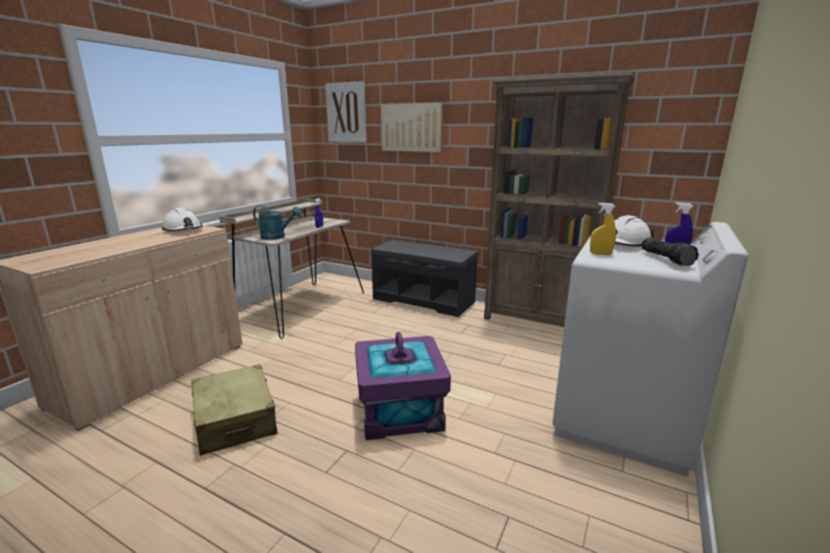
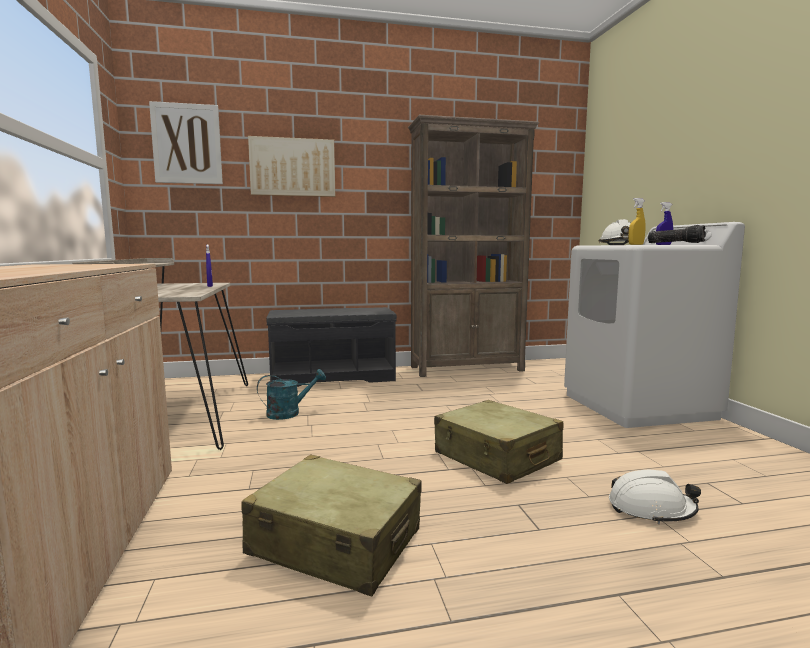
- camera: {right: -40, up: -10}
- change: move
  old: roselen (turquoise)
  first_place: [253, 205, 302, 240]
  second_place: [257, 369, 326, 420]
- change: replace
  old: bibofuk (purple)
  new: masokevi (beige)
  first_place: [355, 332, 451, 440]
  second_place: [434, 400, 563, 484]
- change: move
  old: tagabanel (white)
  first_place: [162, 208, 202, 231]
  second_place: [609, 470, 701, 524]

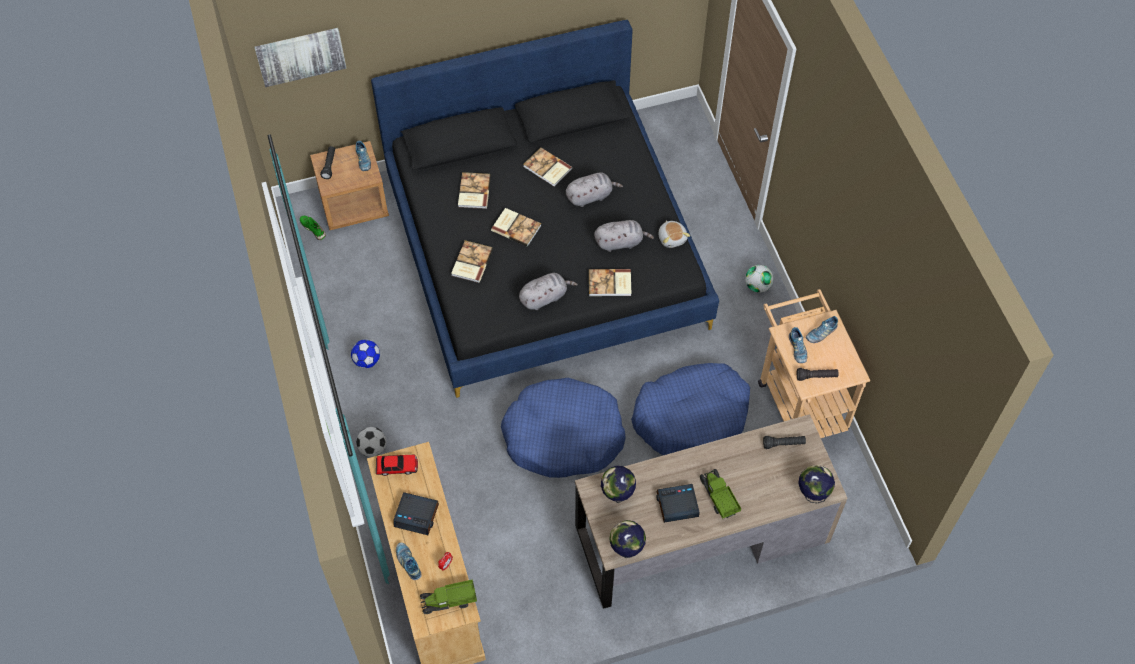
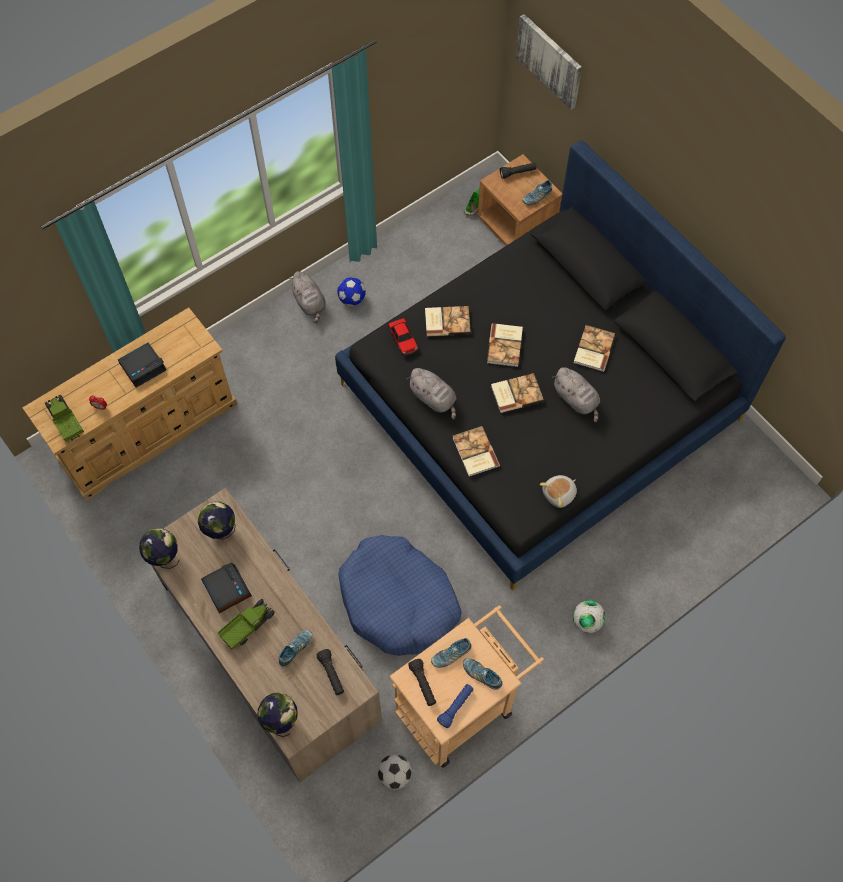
- camera: {right: 70, up: 5}
- change: rotate
  old: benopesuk
  first_place: [393, 492, 439, 535]
  second_place: [118, 342, 166, 388]
  degrees: -120
- change: move
  old: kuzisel
  first_place: [396, 543, 422, 580]
  second_place: [279, 630, 313, 667]
- change: move
  old: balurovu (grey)
  first_place: [594, 220, 654, 252]
  second_place: [289, 271, 326, 323]
- change: move
  old: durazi
  first_place: [356, 427, 386, 457]
  second_place: [378, 754, 412, 790]
- change: move
  old: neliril
  first_place: [376, 455, 418, 476]
  second_place: [388, 318, 418, 356]
- change: insert
  new: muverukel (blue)
  second_place: [437, 684, 474, 728]
- change: move
  old: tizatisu
  first_place: [458, 172, 491, 209]
  second_place: [491, 373, 544, 413]
- change: delete
  old: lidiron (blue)
  first_place: [501, 378, 626, 478]

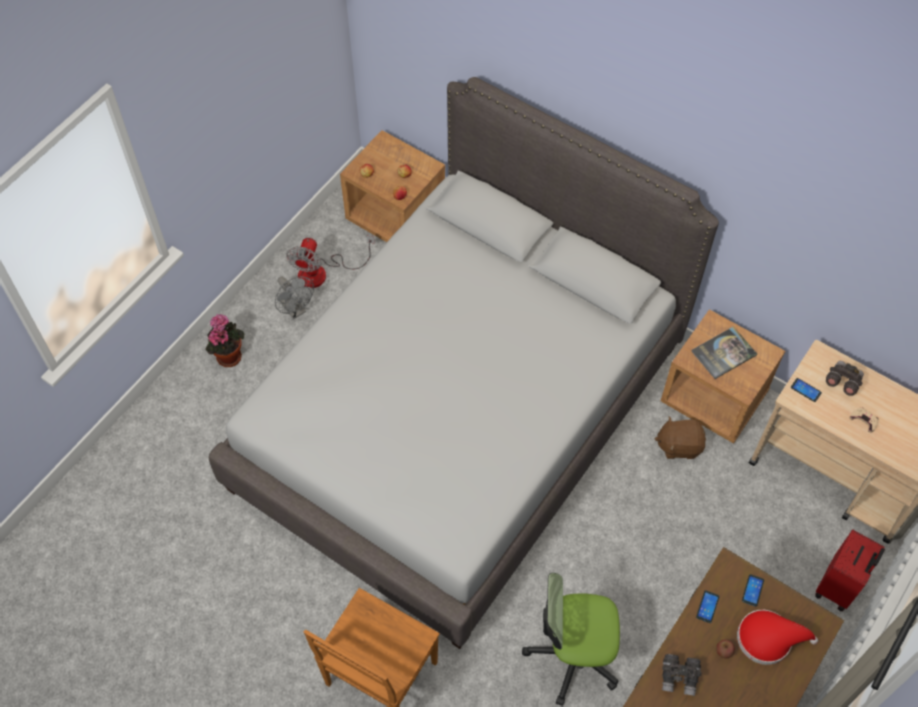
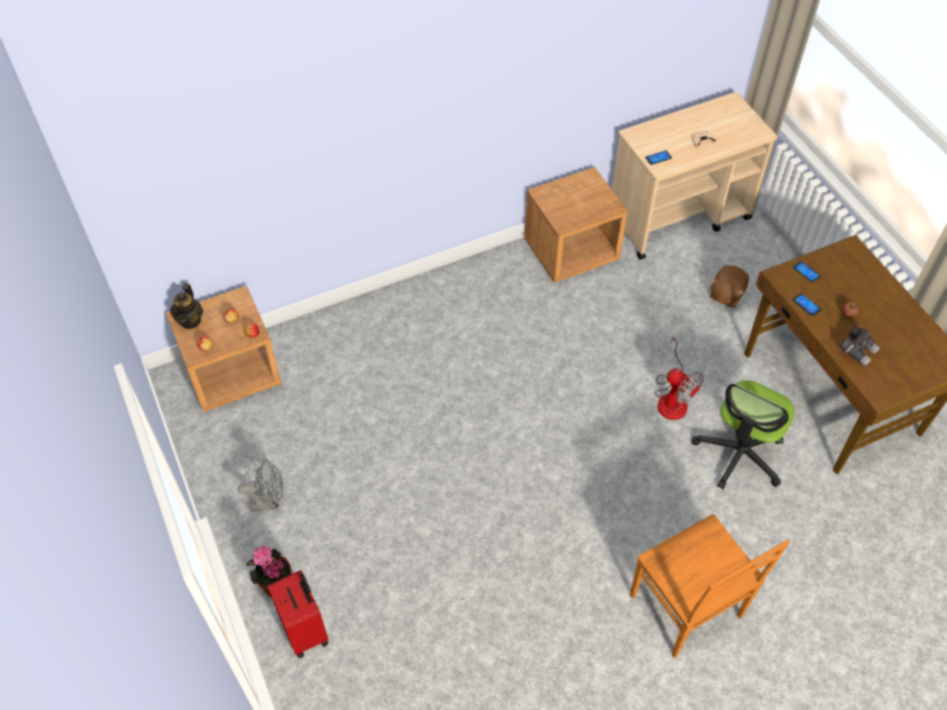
- camera: {right: -60, up: -5}
- change: insert
  new: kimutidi
  second_place: [170, 284, 203, 329]
- change: move
  old: masokevi (red)
  first_place: [815, 530, 885, 612]
  second_place: [267, 570, 328, 658]
- change: move
  old: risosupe
  first_place: [286, 236, 374, 288]
  second_place: [655, 333, 704, 420]
- change: move
  old: balurovu (brown)
  first_place: [655, 416, 706, 459]
  second_place: [710, 265, 749, 308]
- change: delete
  old: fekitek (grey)
  first_place: [209, 77, 719, 649]
- change: delete
  old: tizatisu
  first_place: [691, 327, 757, 379]
- change: delete
  old: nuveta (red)
  first_place: [737, 610, 818, 665]
- change: delete
  old: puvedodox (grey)
  first_place: [826, 361, 864, 396]

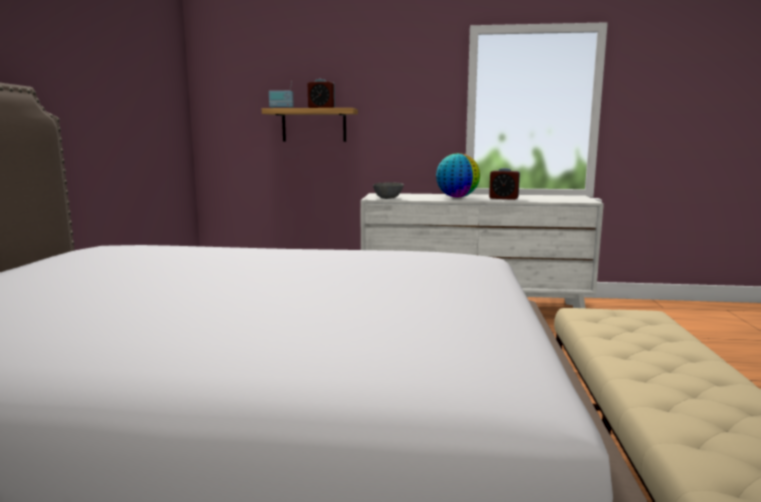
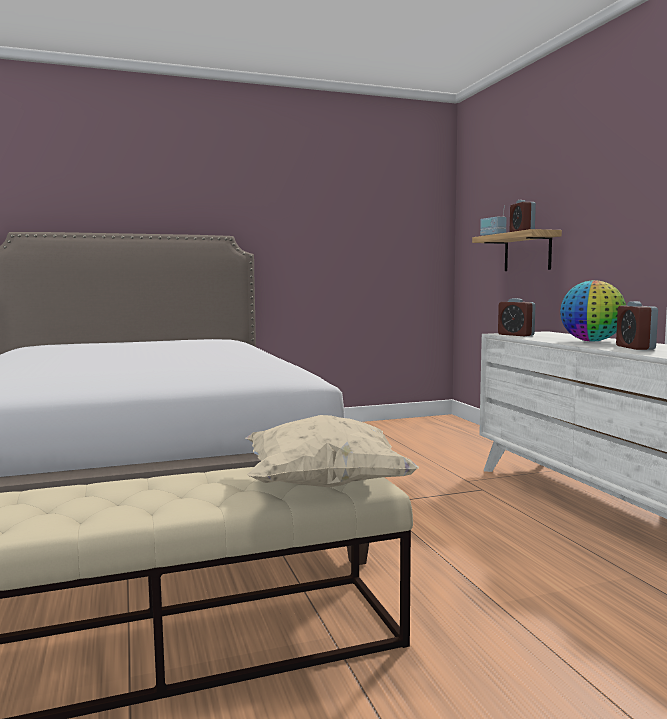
- camera: {right: 65, up: -5}
- change: insert
  new: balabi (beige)
  second_place: [245, 415, 419, 487]
- change: replace
  old: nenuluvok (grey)
  new: benopesuk
  first_place: [373, 182, 404, 199]
  second_place: [498, 298, 536, 336]

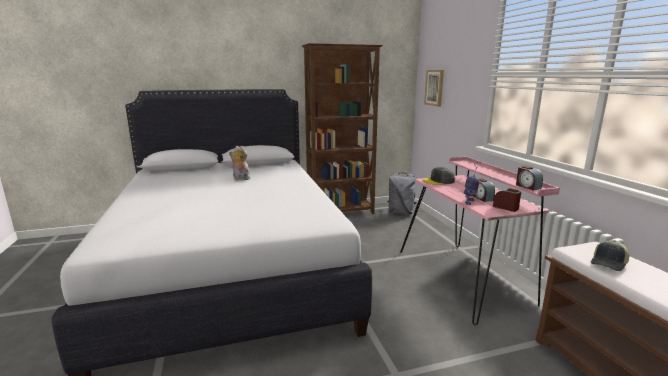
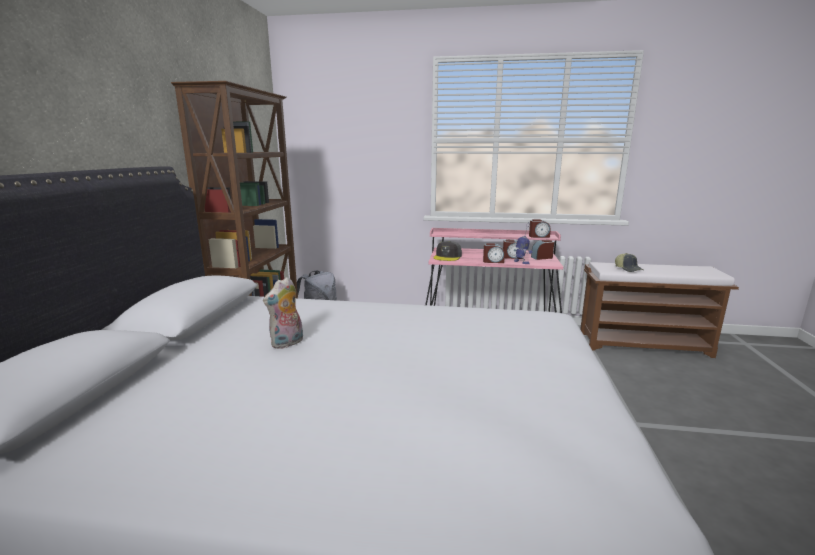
- camera: {right: -65, up: 0}
- change: insert
  new: benopesuk
  second_place: [483, 243, 505, 263]
- change: delete
  old: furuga
  first_place: [424, 70, 444, 106]

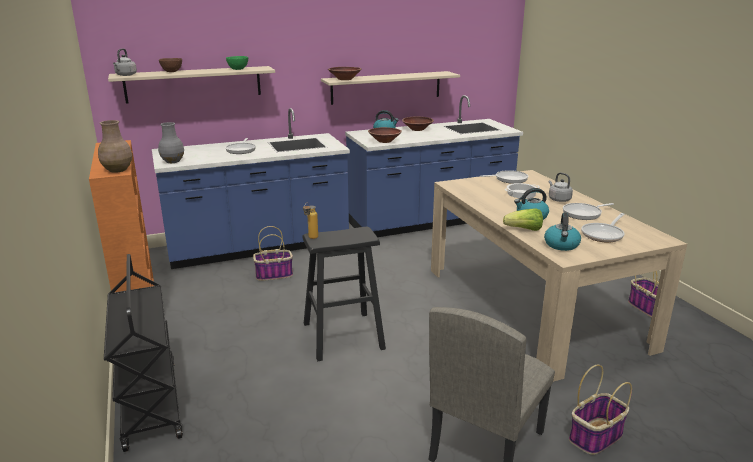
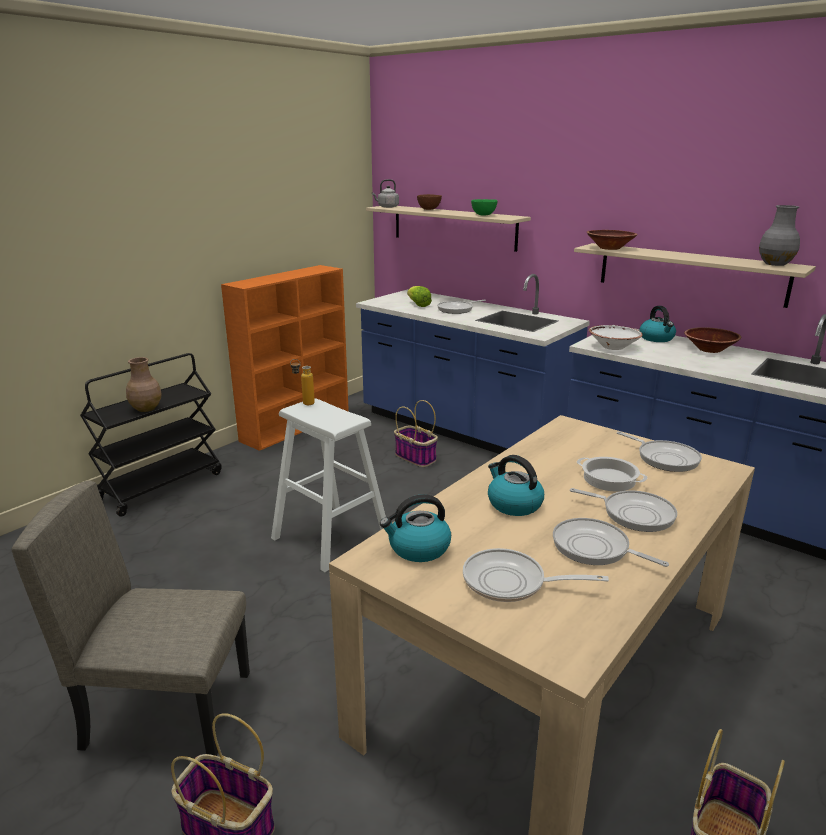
- camera: {right: 60, up: 0}
- change: move
  old: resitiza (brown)
  first_place: [98, 120, 132, 173]
  second_place: [126, 357, 162, 412]
- change: recolor
  old: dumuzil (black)
  new: dumuzil (white)
  first_place: [303, 227, 386, 361]
  second_place: [271, 398, 386, 572]
- change: move
  old: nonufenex
  first_place: [503, 208, 543, 231]
  second_place: [407, 286, 432, 307]
- change: replace
  old: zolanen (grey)
  new: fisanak
  first_place: [549, 172, 573, 202]
  second_place: [570, 488, 677, 532]
- change: recolor
  old: nenuluvok (brown)
  new: nenuluvok (white)
  first_place: [368, 127, 402, 143]
  second_place: [589, 325, 643, 350]
- change: move
  old: resitiza (grey)
  first_place: [158, 122, 184, 163]
  second_place: [759, 205, 800, 266]

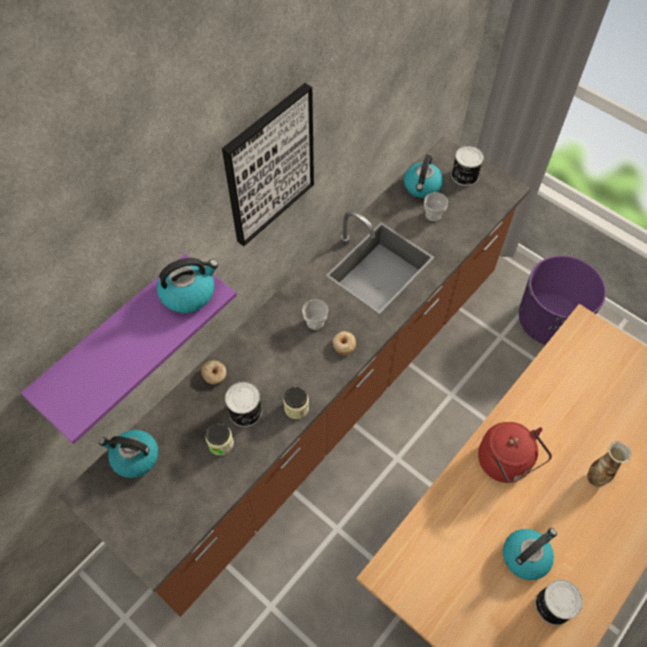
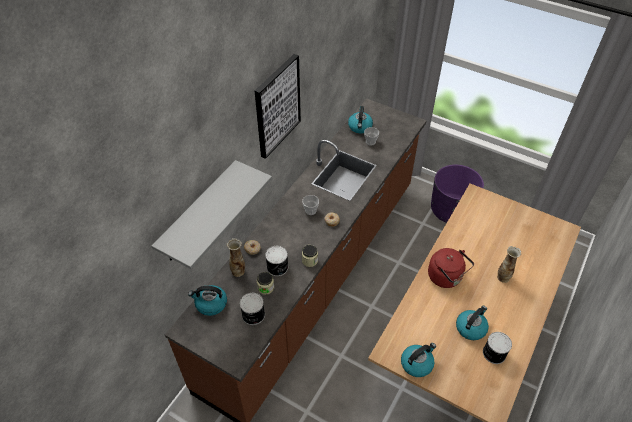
- camera: {right: -10, up: -10}
- change: recolor
  old: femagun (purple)
  new: femagun (grey)
  first_place: [21, 254, 237, 444]
  second_place: [151, 160, 272, 269]
- change: insert
  new: resitiza
  second_place: [227, 238, 245, 277]
- change: move
  old: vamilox
  first_place: [451, 146, 484, 186]
  second_place: [240, 293, 265, 325]
- change: move
  old: zolanen
  first_place: [157, 258, 219, 313]
  second_place: [401, 343, 436, 377]

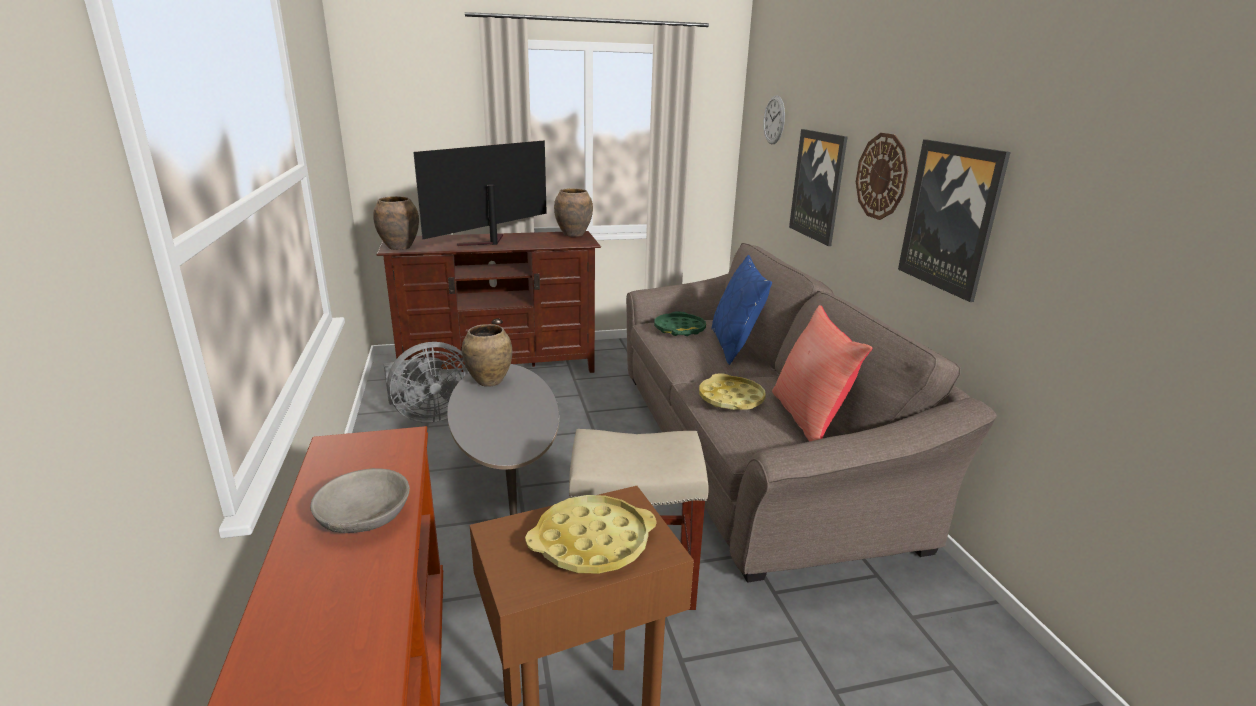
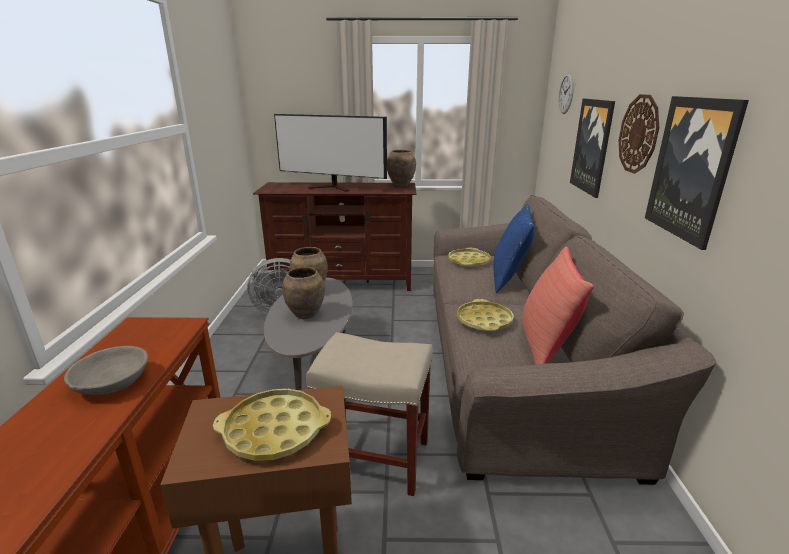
- camera: {right: 15, up: 0}
- change: rotate
  old: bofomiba
  first_place: [414, 140, 547, 246]
  second_place: [274, 114, 387, 192]
  degrees: -120
- change: move
  old: resitiza (brown)
  first_place: [373, 196, 419, 250]
  second_place: [282, 267, 325, 319]
- change: recolor
  old: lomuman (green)
  new: lomuman (yellow)
  first_place: [654, 311, 706, 336]
  second_place: [448, 248, 491, 267]

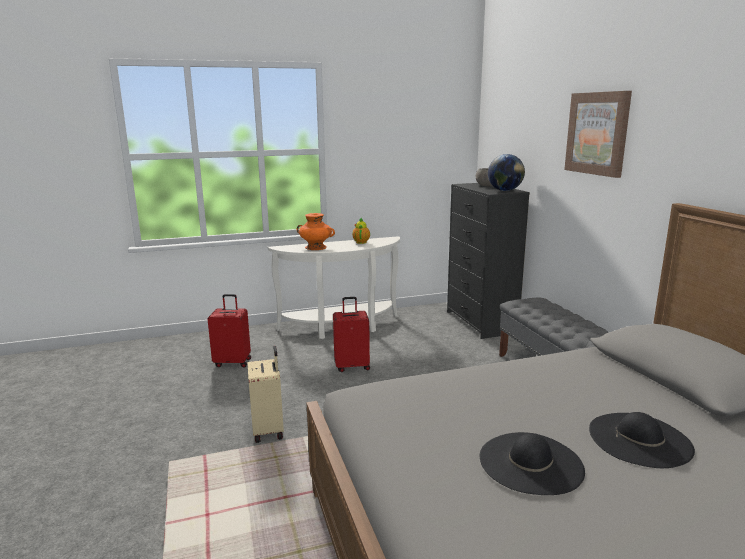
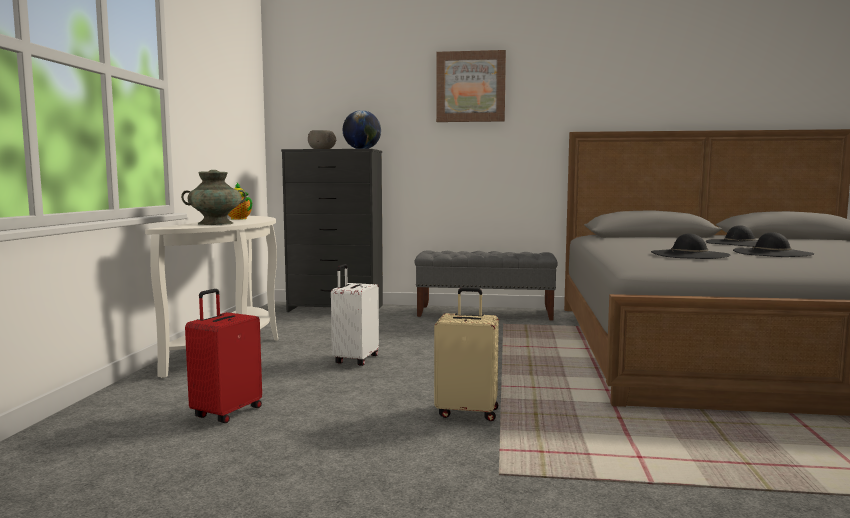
- camera: {right: -65, up: -10}
- change: recolor
  old: resitiza (orange)
  new: resitiza (turquoise)
  first_place: [297, 213, 335, 250]
  second_place: [181, 170, 246, 225]
- change: recolor
  old: masokevi (red)
  new: masokevi (white)
  first_place: [333, 297, 370, 372]
  second_place: [331, 264, 379, 366]
- change: insert
  new: nuveta (black)
  second_place: [651, 233, 730, 259]

